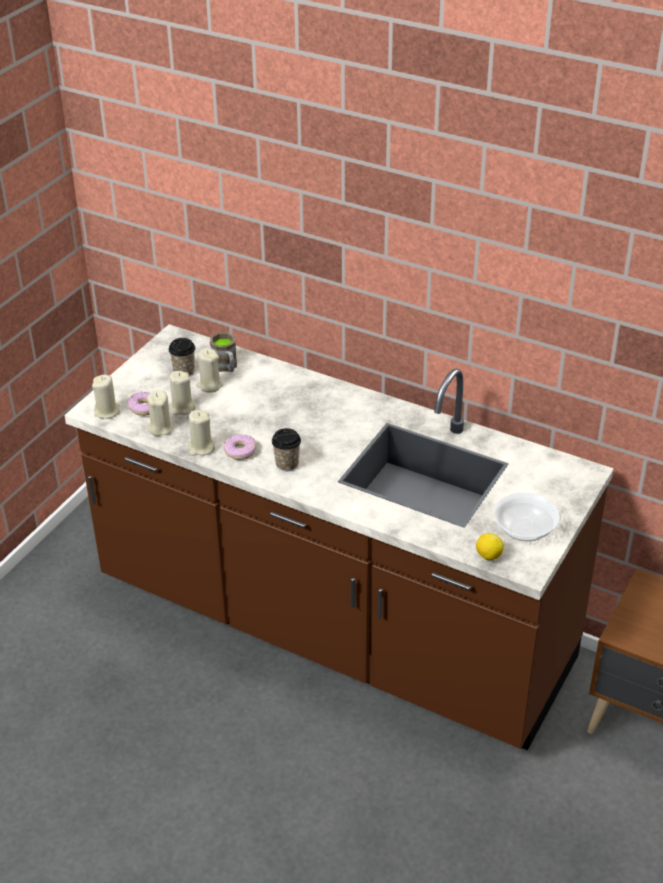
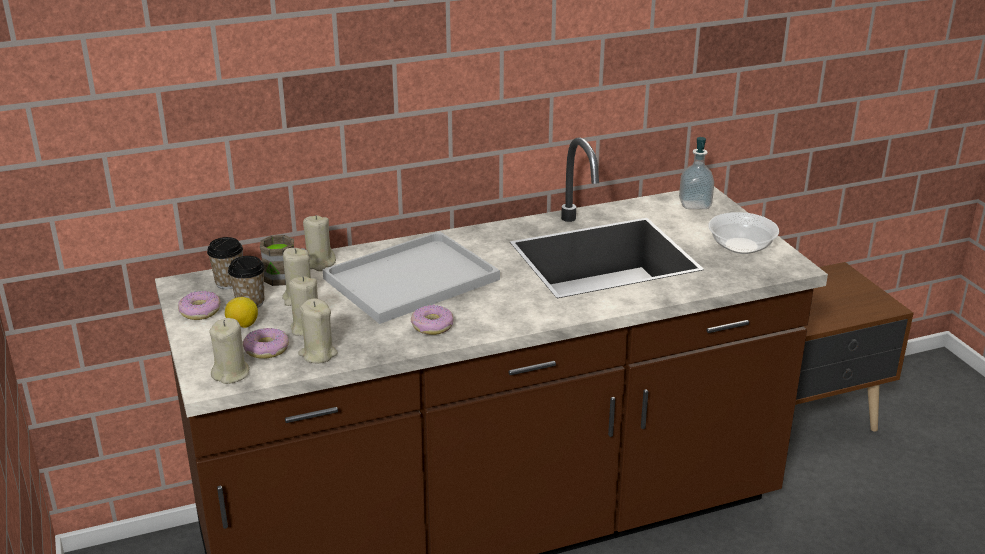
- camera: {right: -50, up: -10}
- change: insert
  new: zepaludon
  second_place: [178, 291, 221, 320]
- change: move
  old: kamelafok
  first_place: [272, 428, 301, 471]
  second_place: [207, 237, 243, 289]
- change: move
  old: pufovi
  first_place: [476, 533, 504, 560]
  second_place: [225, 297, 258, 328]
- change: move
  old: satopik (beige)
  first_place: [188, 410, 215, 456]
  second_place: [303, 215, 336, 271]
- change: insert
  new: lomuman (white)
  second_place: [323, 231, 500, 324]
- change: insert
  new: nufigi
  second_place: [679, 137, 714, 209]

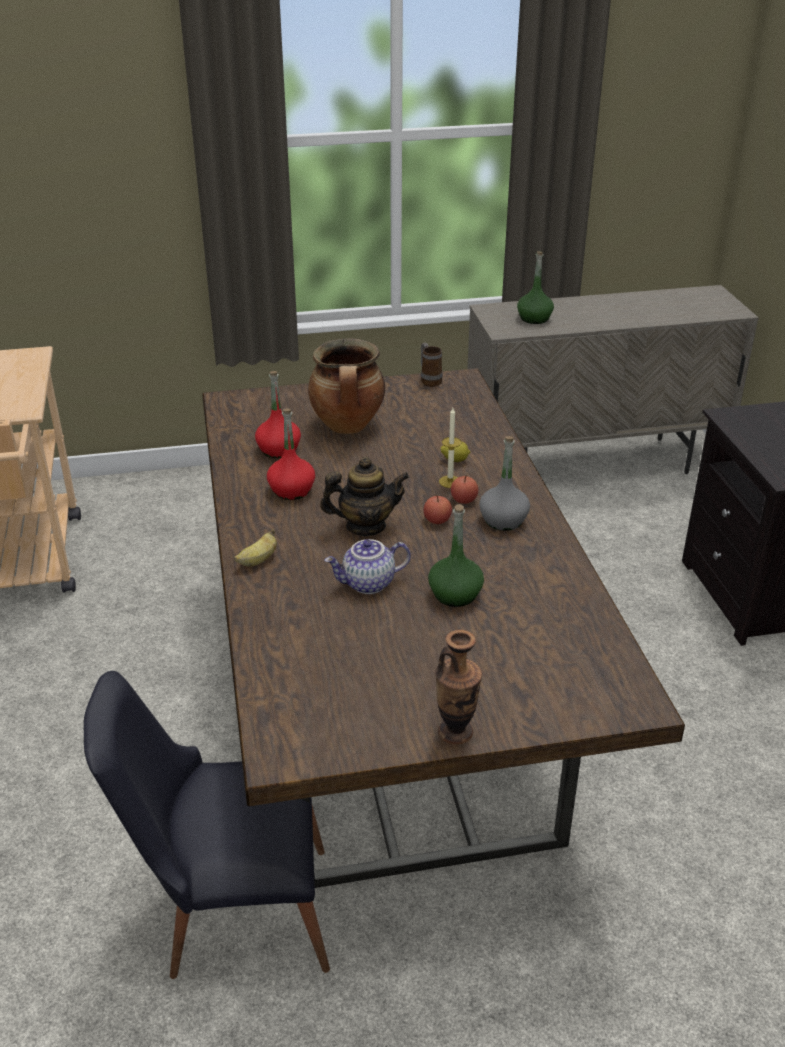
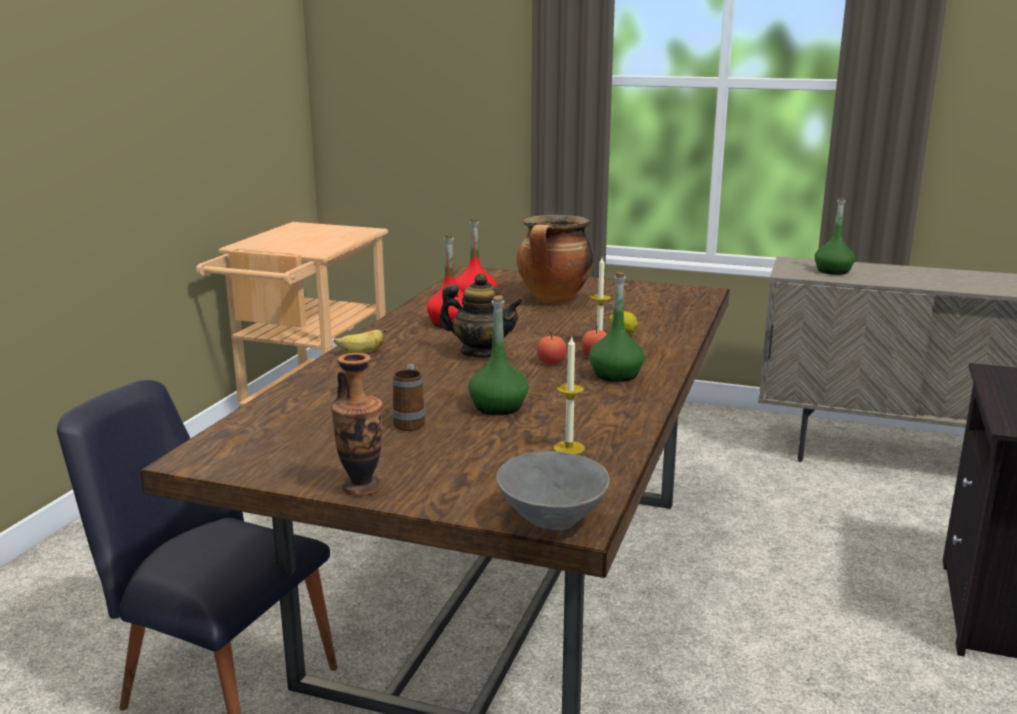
- camera: {right: 30, up: -15}
- change: move
  old: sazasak
  first_place: [421, 343, 443, 387]
  second_place: [392, 364, 425, 431]
- change: insert
  new: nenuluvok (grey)
  second_place: [496, 451, 610, 530]
- change: insert
  new: satopik
  second_place: [553, 337, 585, 455]
- change: recolor
  old: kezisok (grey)
  new: kezisok (green)
  first_place: [479, 436, 530, 531]
  second_place: [589, 272, 645, 382]
- change: delete
  old: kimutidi
  first_place: [324, 539, 411, 594]

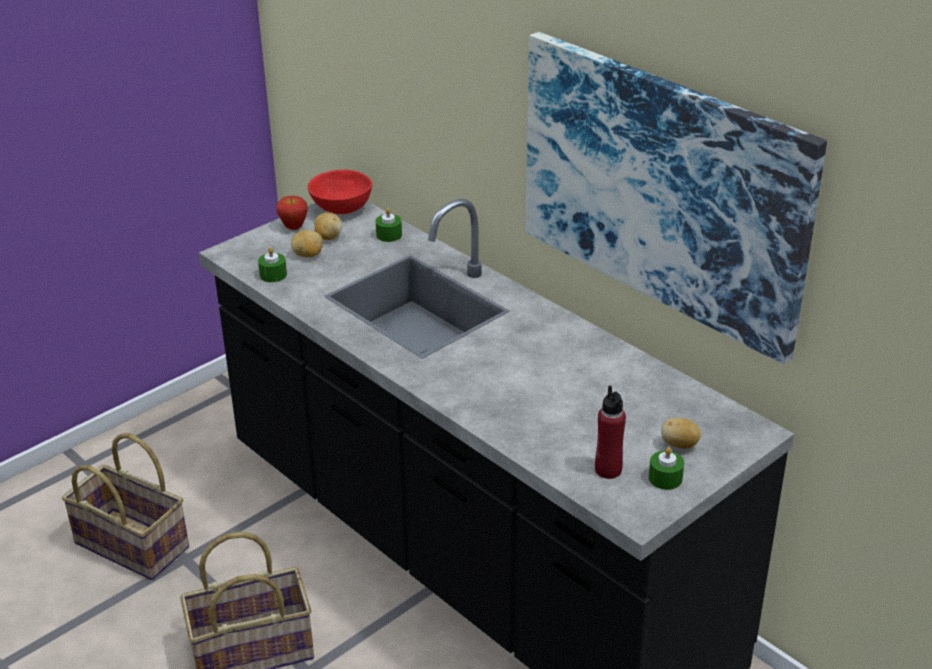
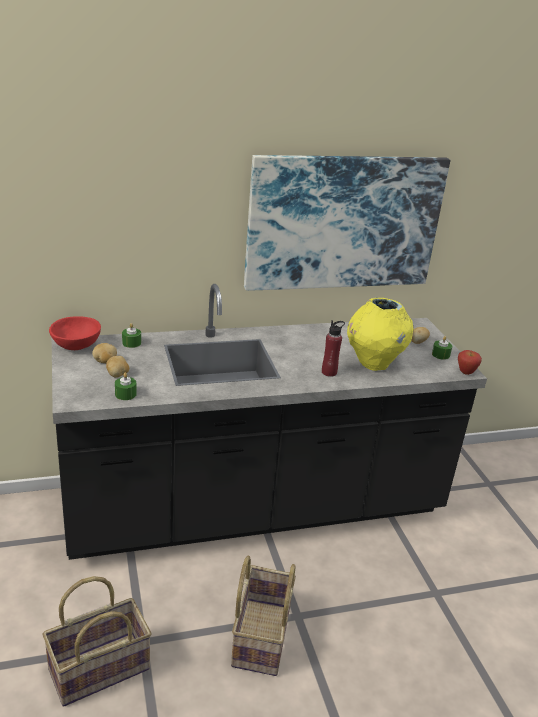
- camera: {right: -65, up: -5}
- change: move
  old: kezisok (red)
  first_place: [595, 385, 626, 479]
  second_place: [322, 320, 345, 377]
- change: insert
  new: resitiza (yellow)
  second_place: [347, 298, 414, 371]
- change: move
  old: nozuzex
  first_place: [277, 196, 308, 230]
  second_place: [458, 350, 482, 375]

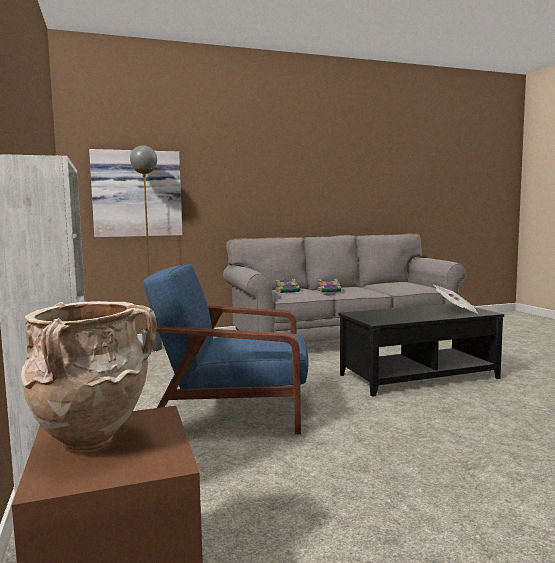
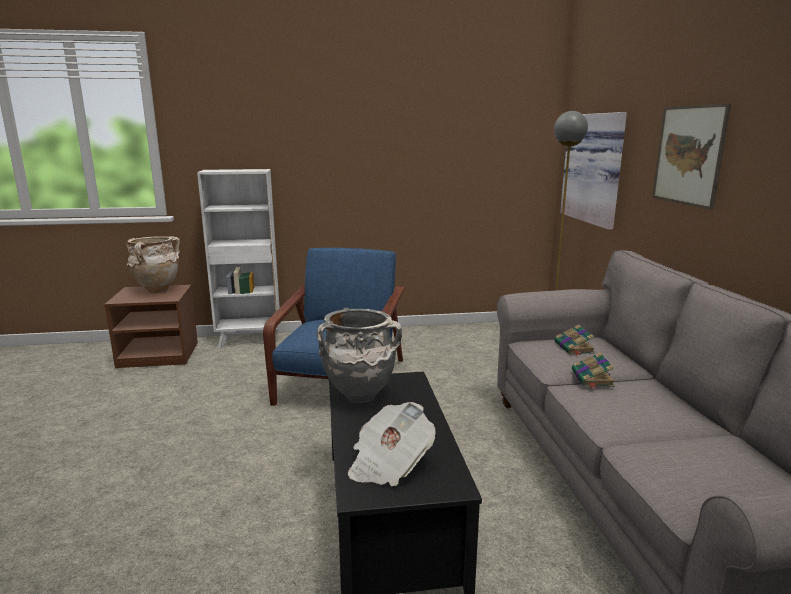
- camera: {right: 100, up: 10}
- change: insert
  new: resitiza (grey)
  second_place: [317, 308, 402, 404]
- change: insert
  new: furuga
  second_place: [652, 104, 731, 209]

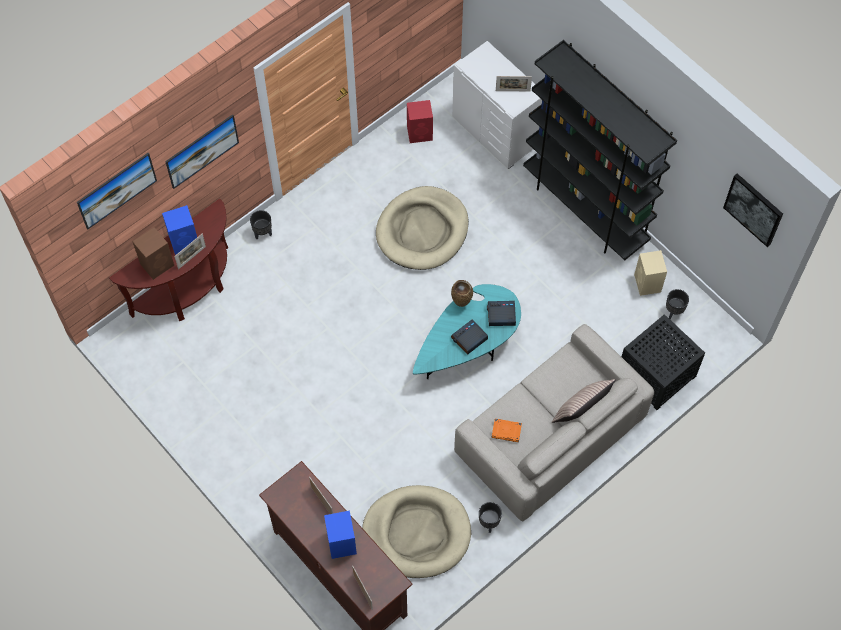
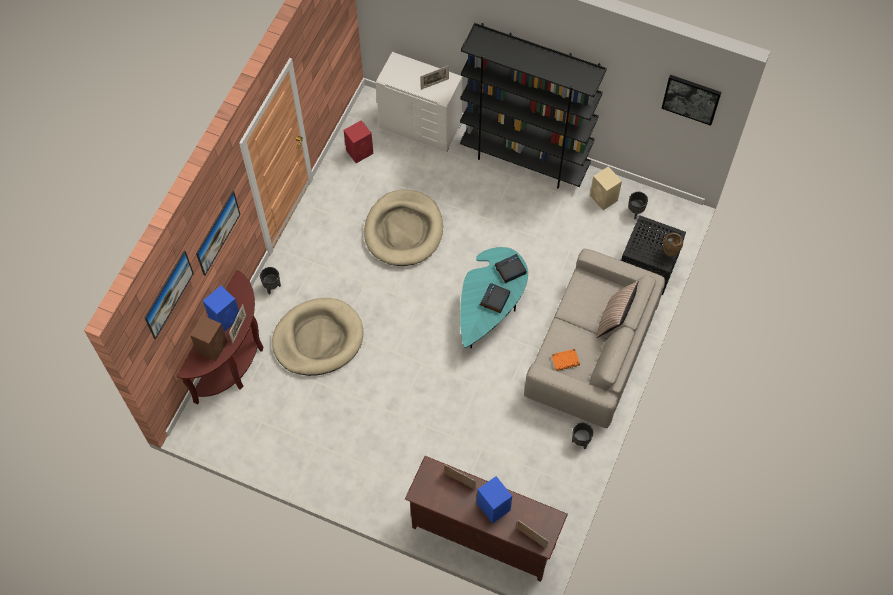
- camera: {right: -25, up: 0}
- change: move
  old: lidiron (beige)
  first_place: [362, 485, 471, 578]
  second_place: [272, 298, 364, 376]
- change: move
  old: resitiza (brown)
  first_place: [451, 280, 473, 307]
  second_place: [663, 233, 683, 257]

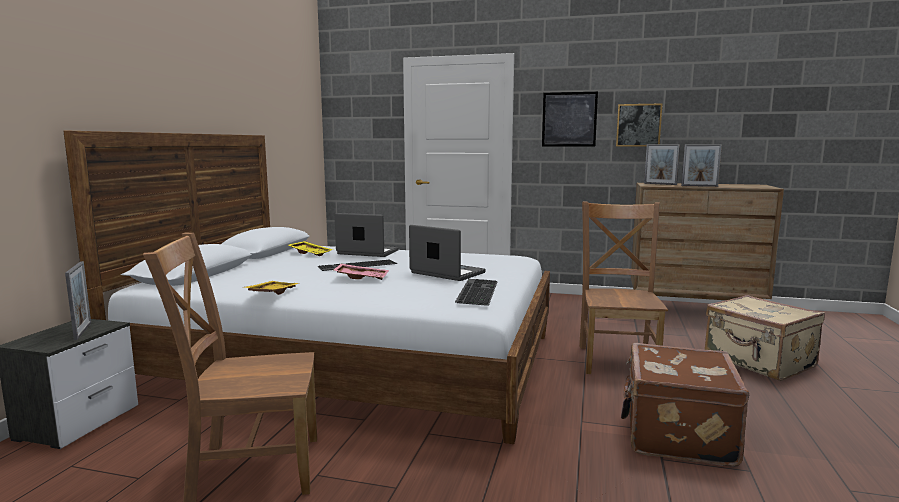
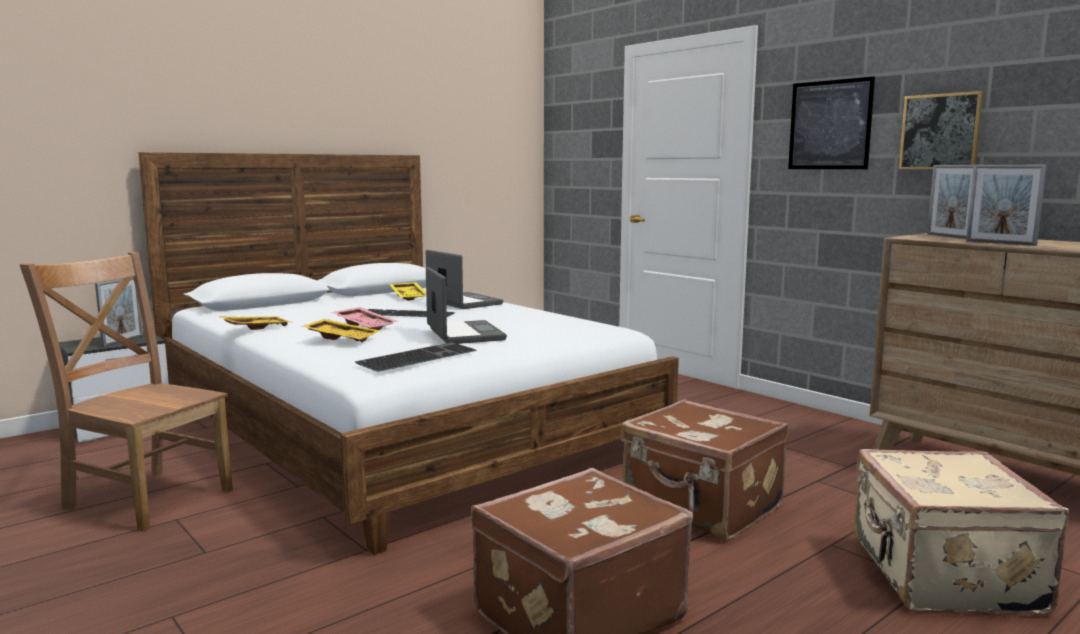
- camera: {right: 35, up: 0}
- change: insert
  new: lomuman (yellow)
  second_place: [302, 319, 380, 342]
- change: replace
  old: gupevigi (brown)
  new: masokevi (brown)
  first_place: [579, 201, 668, 374]
  second_place: [621, 399, 789, 540]

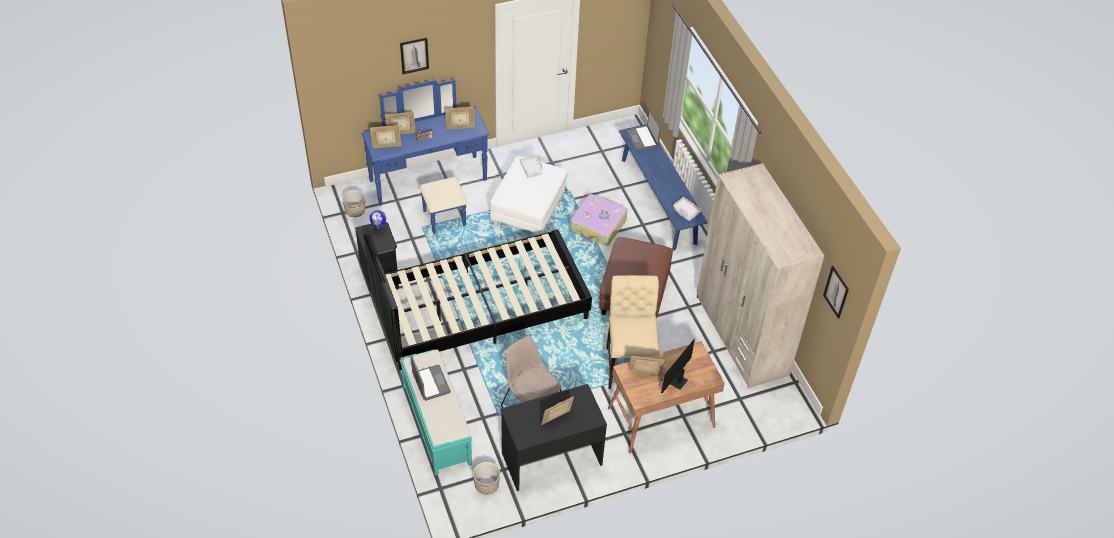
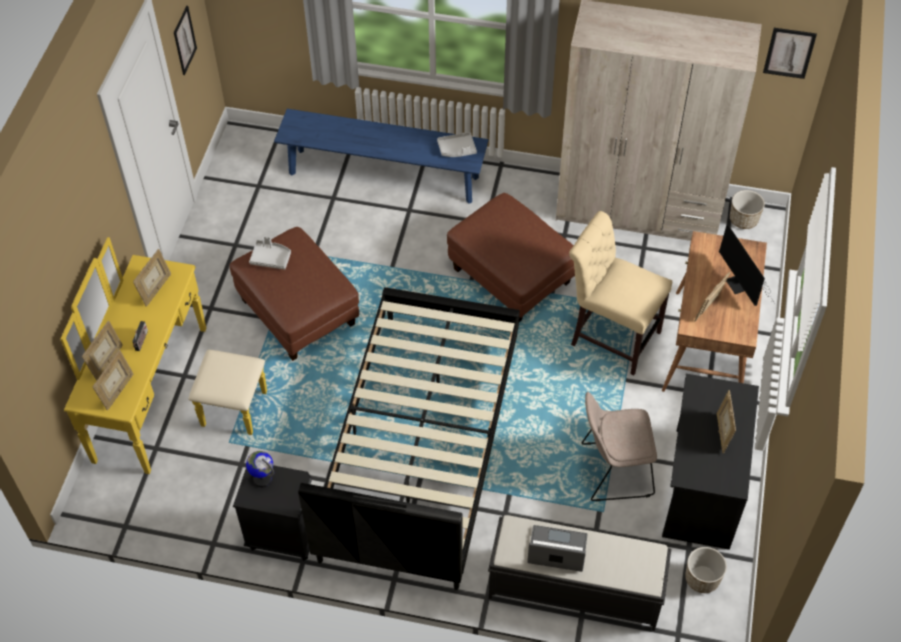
- camera: {right: -55, up: 5}
- change: recolor
  old: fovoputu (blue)
  new: fovoputu (yellow)
  first_place: [362, 79, 489, 234]
  second_place: [60, 237, 267, 474]
- change: move
  old: furuga
  first_place: [400, 38, 429, 74]
  second_place: [174, 6, 197, 75]
- change: recolor
  old: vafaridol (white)
  new: vafaridol (brown)
  first_place: [490, 156, 567, 235]
  second_place: [229, 227, 359, 361]
- change: recolor
  old: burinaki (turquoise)
  new: burinaki (black)
  first_place: [400, 349, 472, 475]
  second_place: [488, 515, 671, 631]
- change: move
  old: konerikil
  first_place: [342, 190, 365, 217]
  second_place: [730, 190, 765, 229]
- change: delete
  old: masokevi
  first_place: [570, 194, 627, 246]
- change: delete
  old: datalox
  first_place: [626, 109, 661, 151]

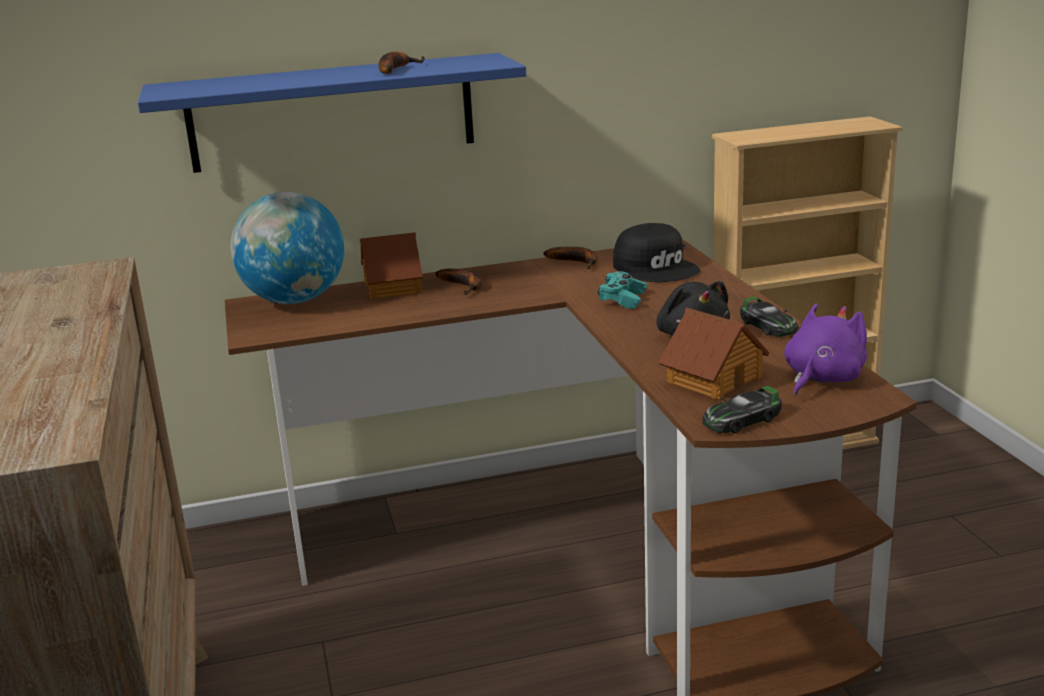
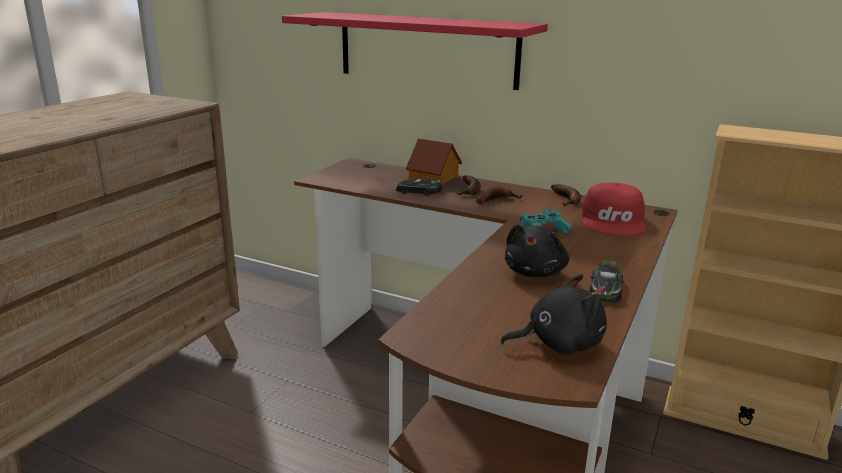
- camera: {right: 40, up: 0}
- change: recolor
  old: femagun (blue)
  new: femagun (red)
  first_place: [138, 53, 526, 173]
  second_place: [282, 12, 548, 90]
- change: move
  old: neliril
  first_place: [703, 386, 782, 433]
  second_place: [396, 178, 443, 196]
- change: move
  old: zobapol
  first_place: [378, 52, 425, 74]
  second_place: [476, 187, 522, 204]
- change: recolor
  old: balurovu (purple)
  new: balurovu (black)
  first_place: [784, 303, 867, 396]
  second_place: [500, 274, 607, 355]
- change: recolor
  old: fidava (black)
  new: fidava (red)
  first_place: [613, 223, 700, 282]
  second_place: [582, 182, 646, 235]
- change: delete
  old: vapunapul
  first_place: [231, 192, 344, 304]
- change: delete
  old: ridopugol
  first_place: [658, 308, 769, 399]

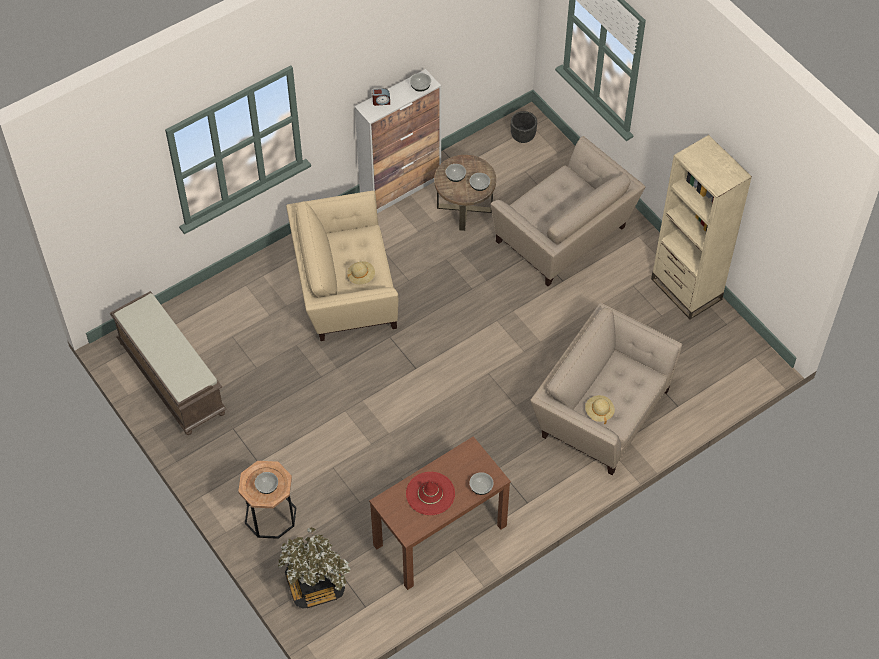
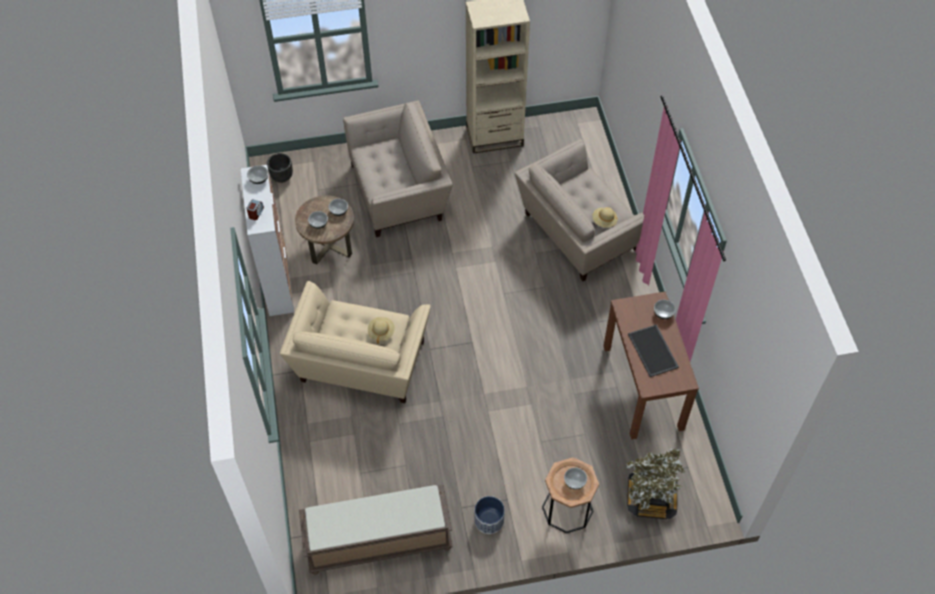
- camera: {right: -65, up: 0}
- change: insert
  new: konerikil
  second_place: [475, 496, 505, 534]
- change: replace
  old: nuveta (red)
  new: lomuman
  first_place: [406, 472, 455, 515]
  second_place: [628, 325, 679, 377]

